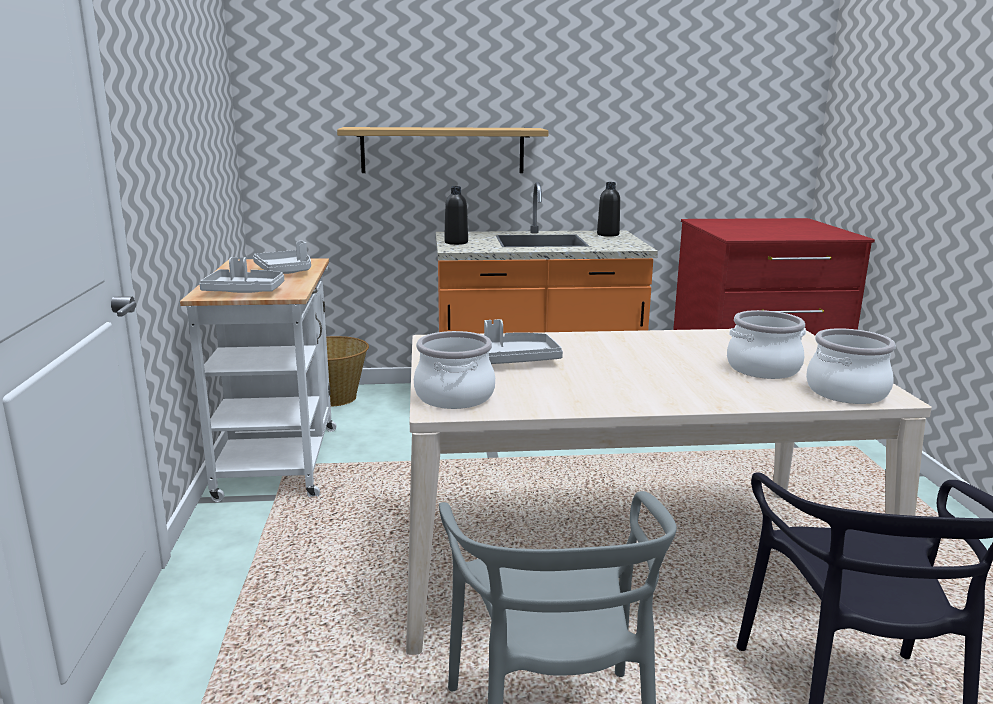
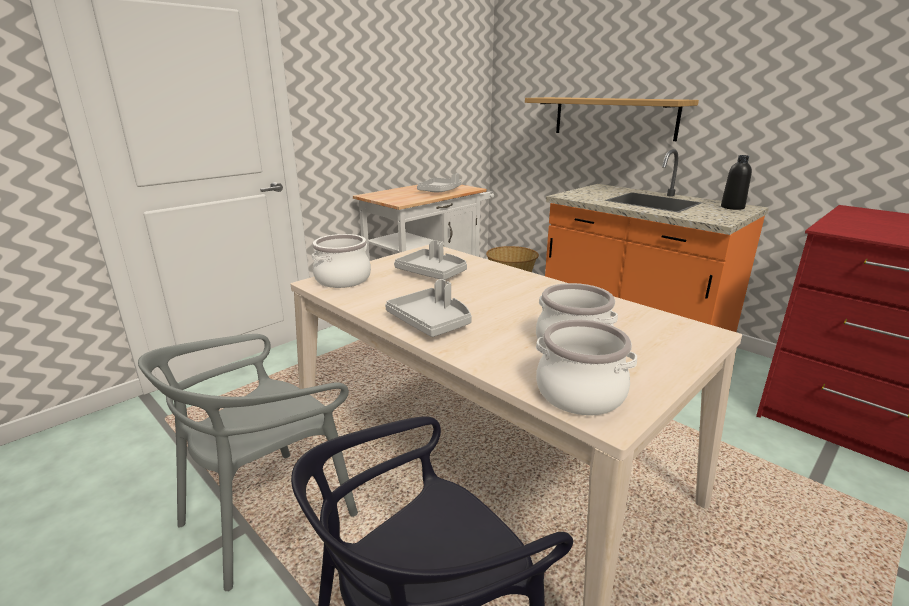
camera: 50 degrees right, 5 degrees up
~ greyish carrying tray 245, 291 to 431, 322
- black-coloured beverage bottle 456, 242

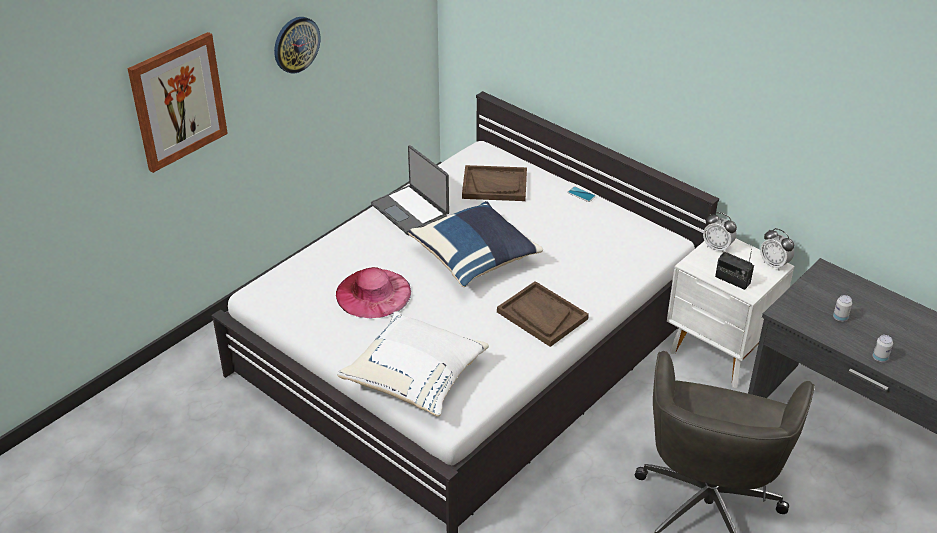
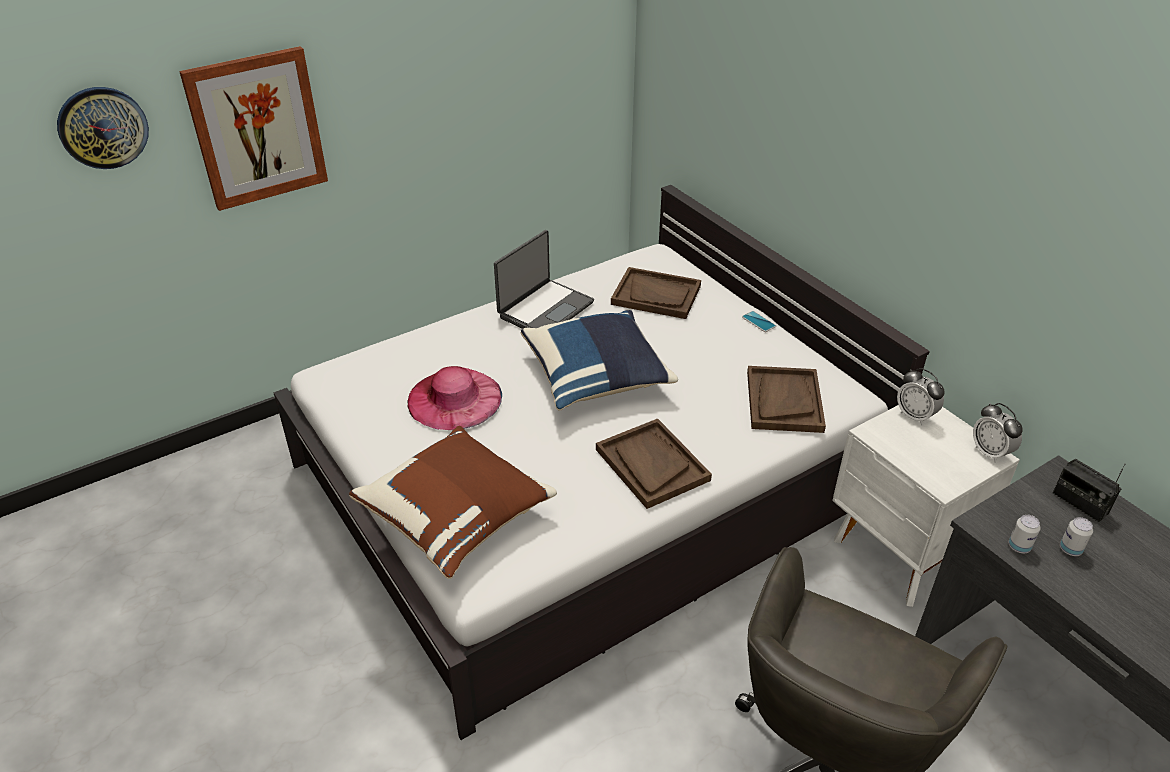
camera: 15 degrees right, 0 degrees up
~ hanging clock 296, 44 to 103, 127
~ white pillow 416, 378 to brown-coloured pillow 457, 517
~ portable computer 411, 210 = 544, 309 120 degrees counterclockwise
+ brown-coloured carrying tray 784, 401
~ metal can 879, 358 to 1019, 547
~ radio set 732, 280 to 1080, 503

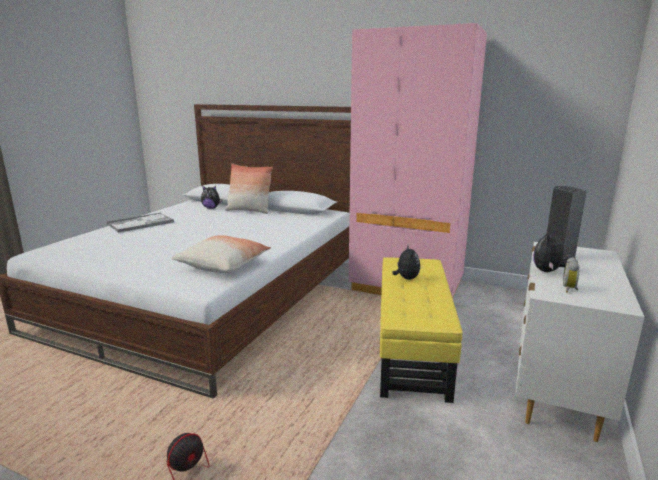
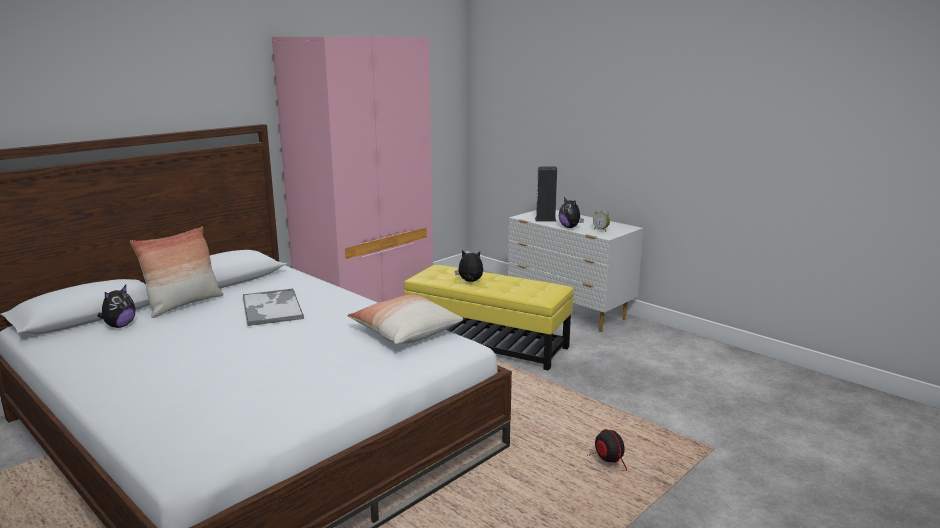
camera: 70 degrees left, 0 degrees up
~ carrying tray 141, 223 to 272, 308

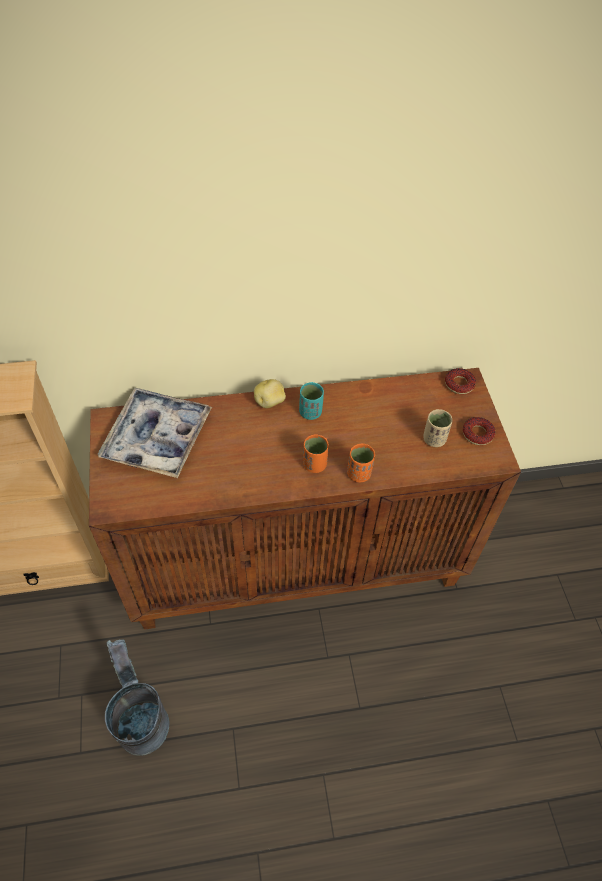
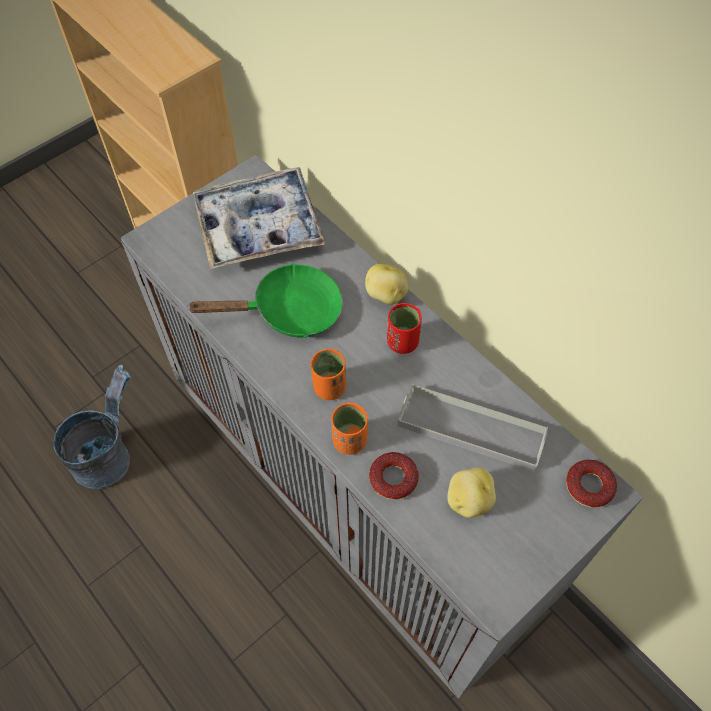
camera: 60 degrees right, 5 degrees up
~ brown-coloured cabinet 297, 562 to greyish cabinet 360, 495
+ green-coloured frying pan 289, 311
~ doughnut 477, 434 to 393, 478
~ blue-green small cup 310, 412 to red-coloured small cup 402, 342
+ greyish carrying tray 471, 429
~ beige small cup 434, 439 to potato 468, 500

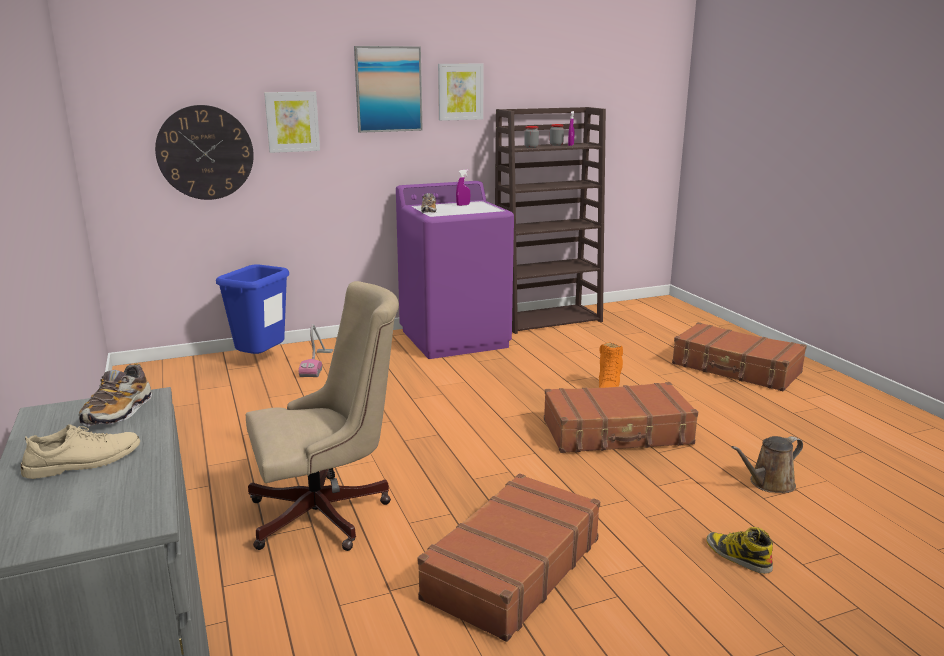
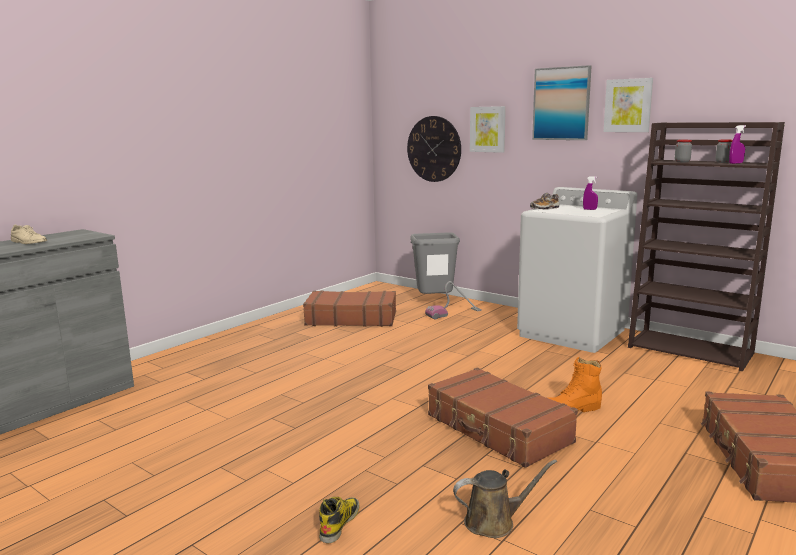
camera: 60 degrees right, 5 degrees down
~ brown-coloured piece of luggage 511, 568 to 351, 318
~ blue-coloured trash can 261, 361 to greyish trash can 434, 301
~ brown-coloured sprinkling can 768, 484 = 494, 522 135 degrees clockwise
~ purple-coloured laundry machine 455, 338 to white laundry machine 573, 333
- item of footwear 119, 412
- beige desk chair 328, 514

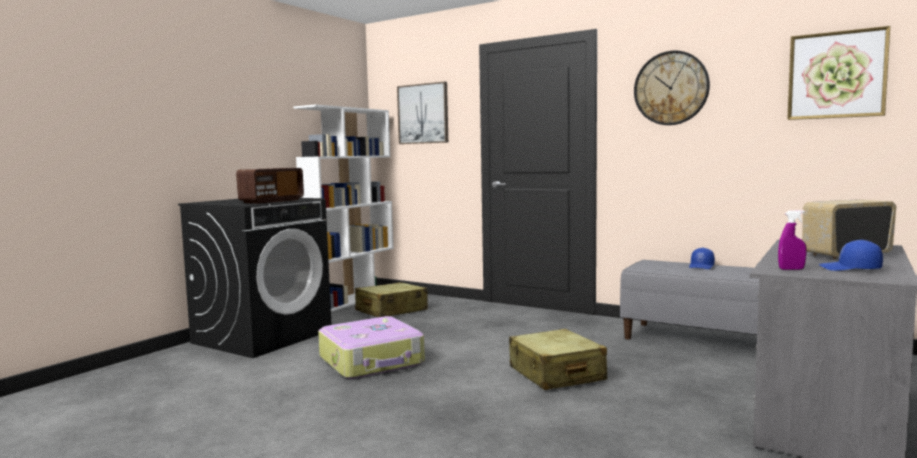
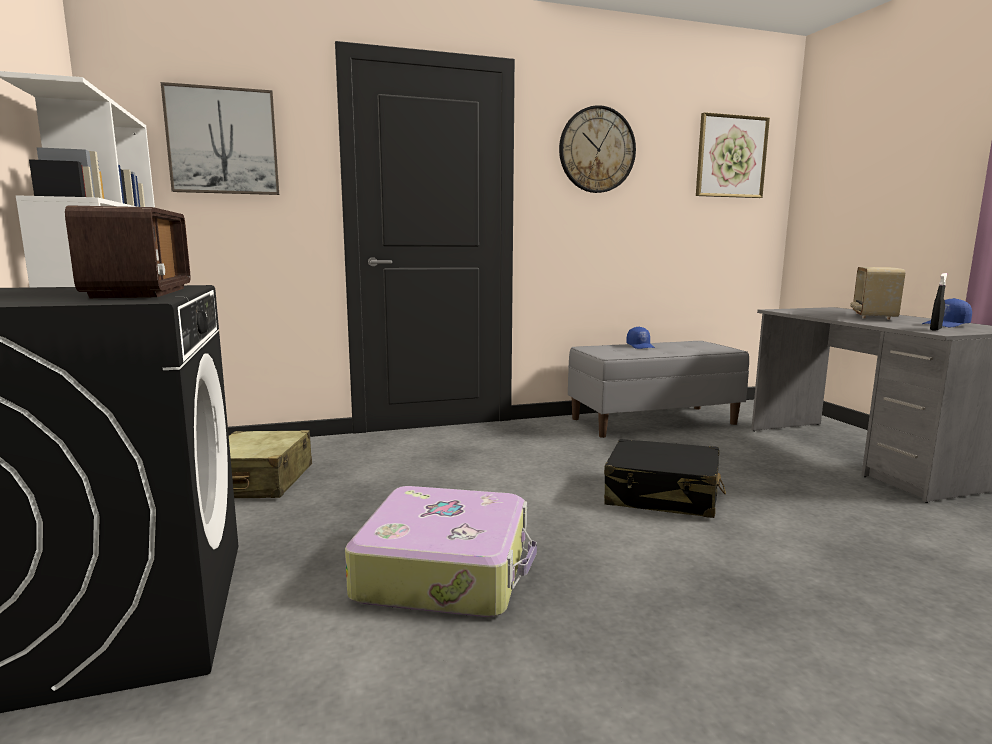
camera: 50 degrees left, 5 degrees up
~ beige piece of luggage 556, 374 to black-coloured piece of luggage 662, 496
~ purple-coloured hand sprayer 791, 269 to black-coloured hand sprayer 935, 329

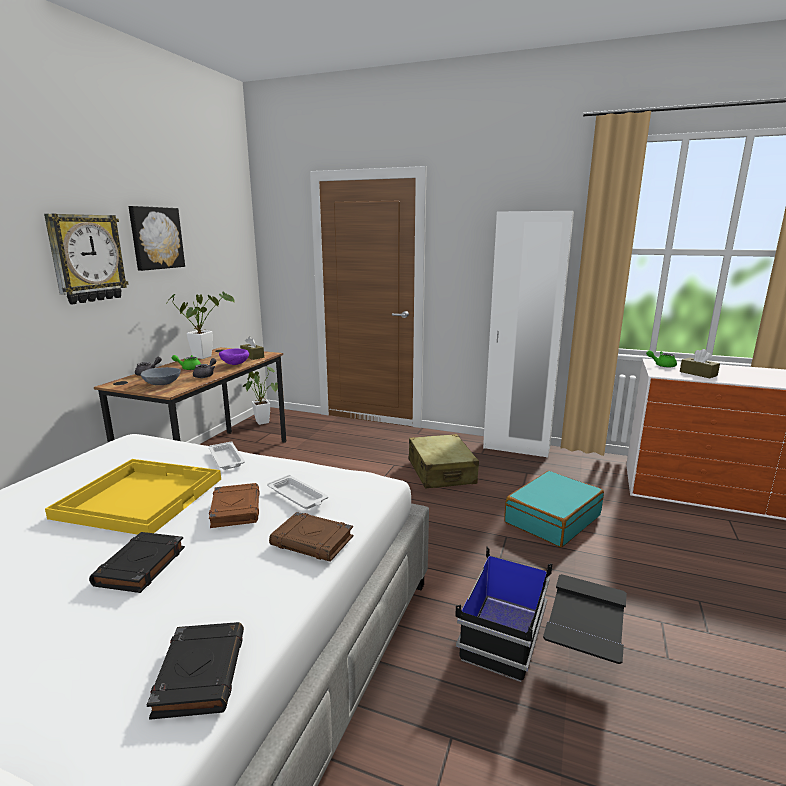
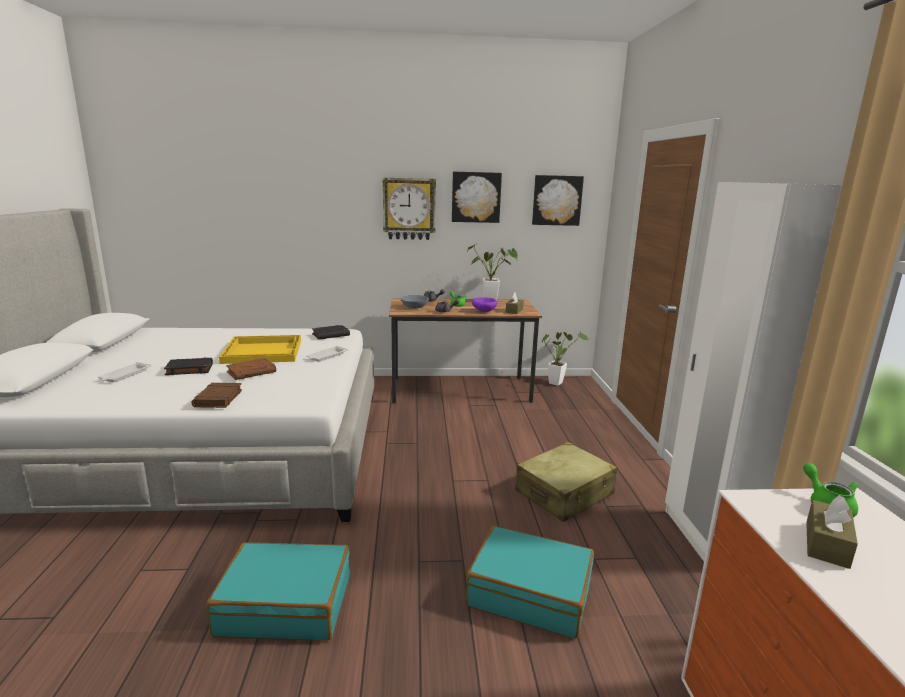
camera: 65 degrees right, 0 degrees up
~ white carrying tray 298, 496 to 125, 375
~ black-coloured storage container 538, 650 to blue-green piece of luggage 285, 604
~ black-coloured volume 200, 672 to 331, 335
+ wall picture 556, 200

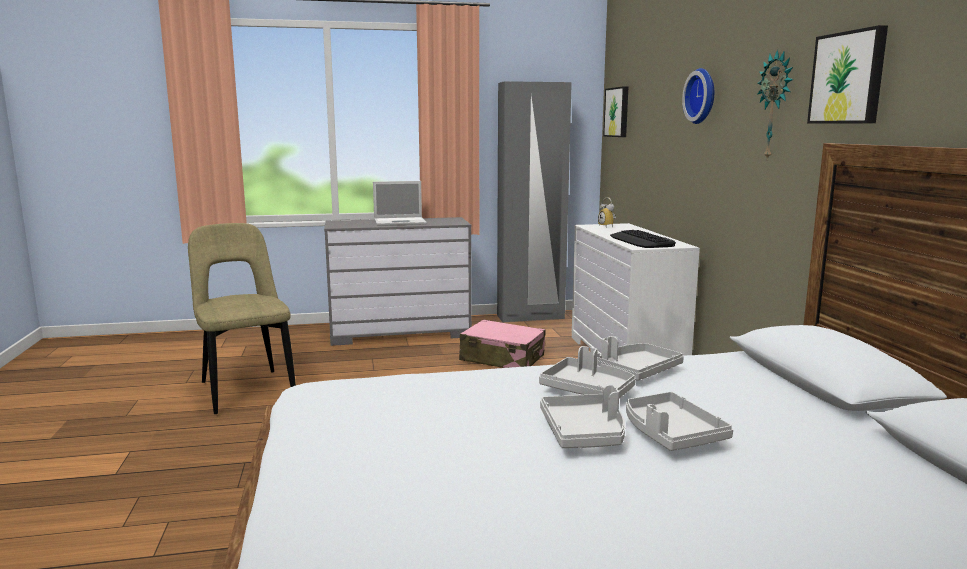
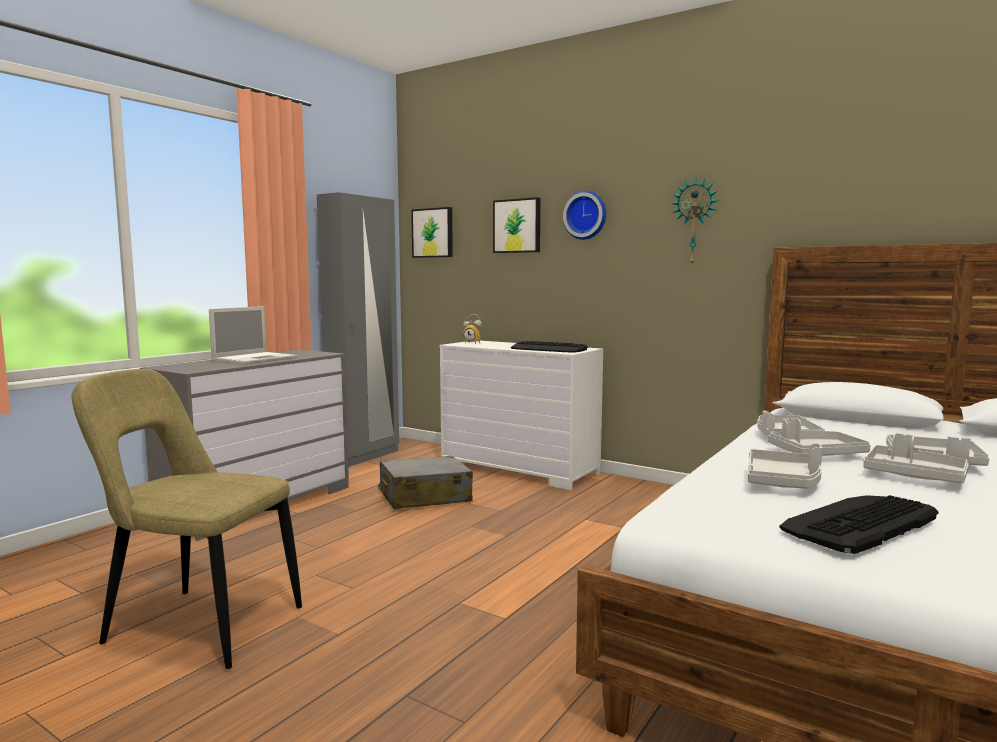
camera: 45 degrees left, 5 degrees down
~ pink piece of luggage 502, 358 to greyish piece of luggage 424, 497
~ wall picture 848, 78 to 517, 226
+ greyish carrying tray 783, 482
+ computer keyboard 859, 523

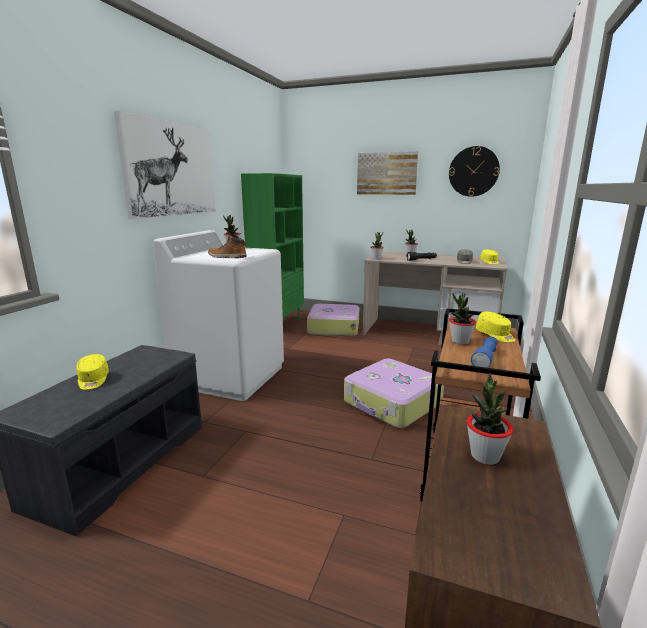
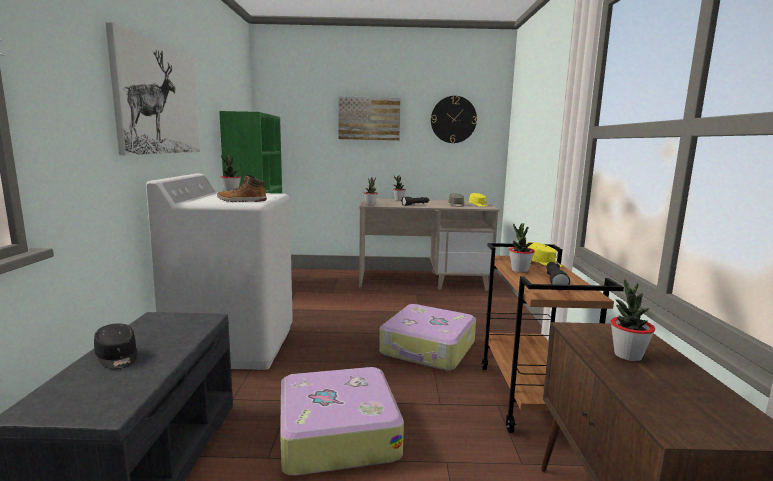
camera: 20 degrees left, 5 degrees down
~ yellowish baseball cap 93, 380 to black-coloured baseball cap 117, 357
~ piece of luggage 333, 327 to 336, 432
~ blue-coloured hand torch 485, 358 to black-coloured hand torch 554, 281

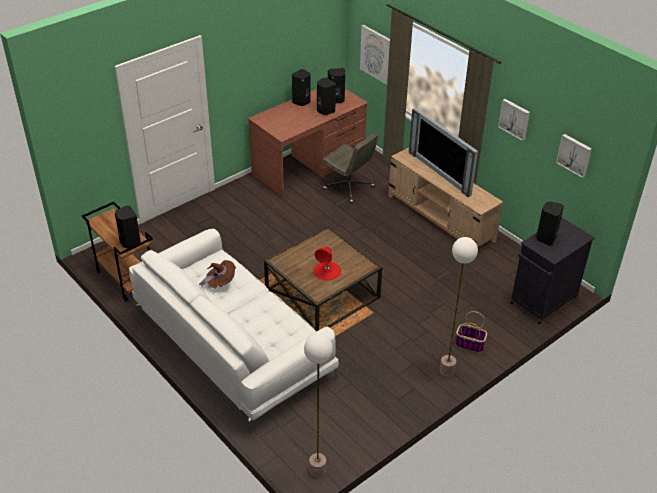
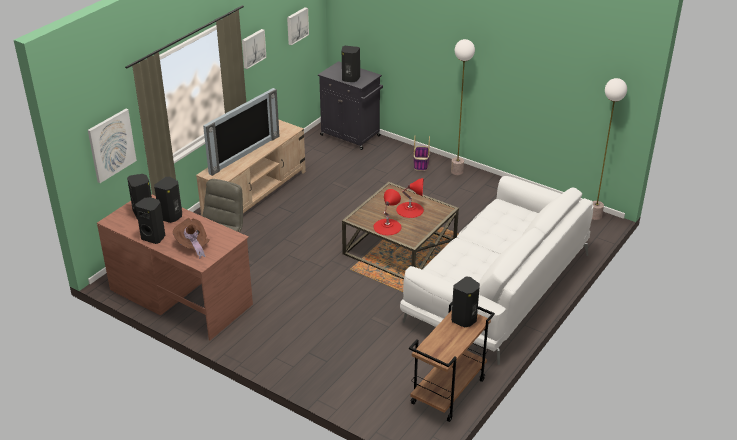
camera: 105 degrees left, 5 degrees down
~ brown-coloured wearable hat 220, 282 to 193, 246
+ red-coloured tabletop lamp 387, 226

